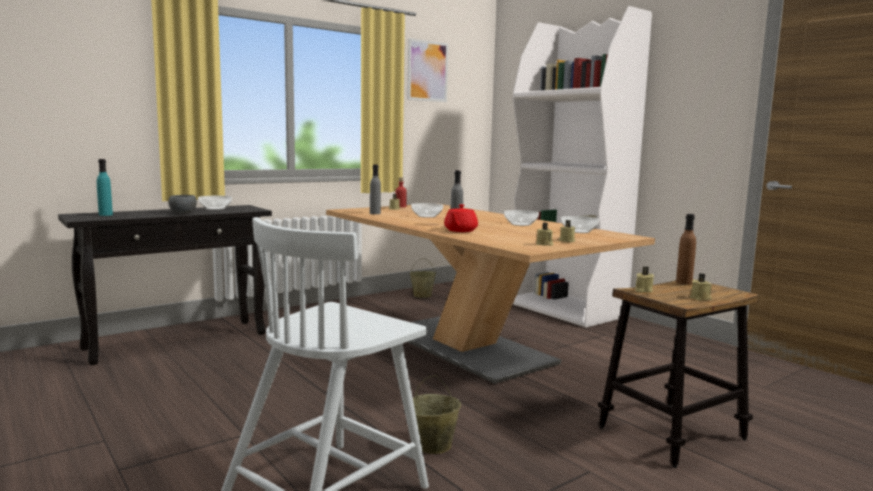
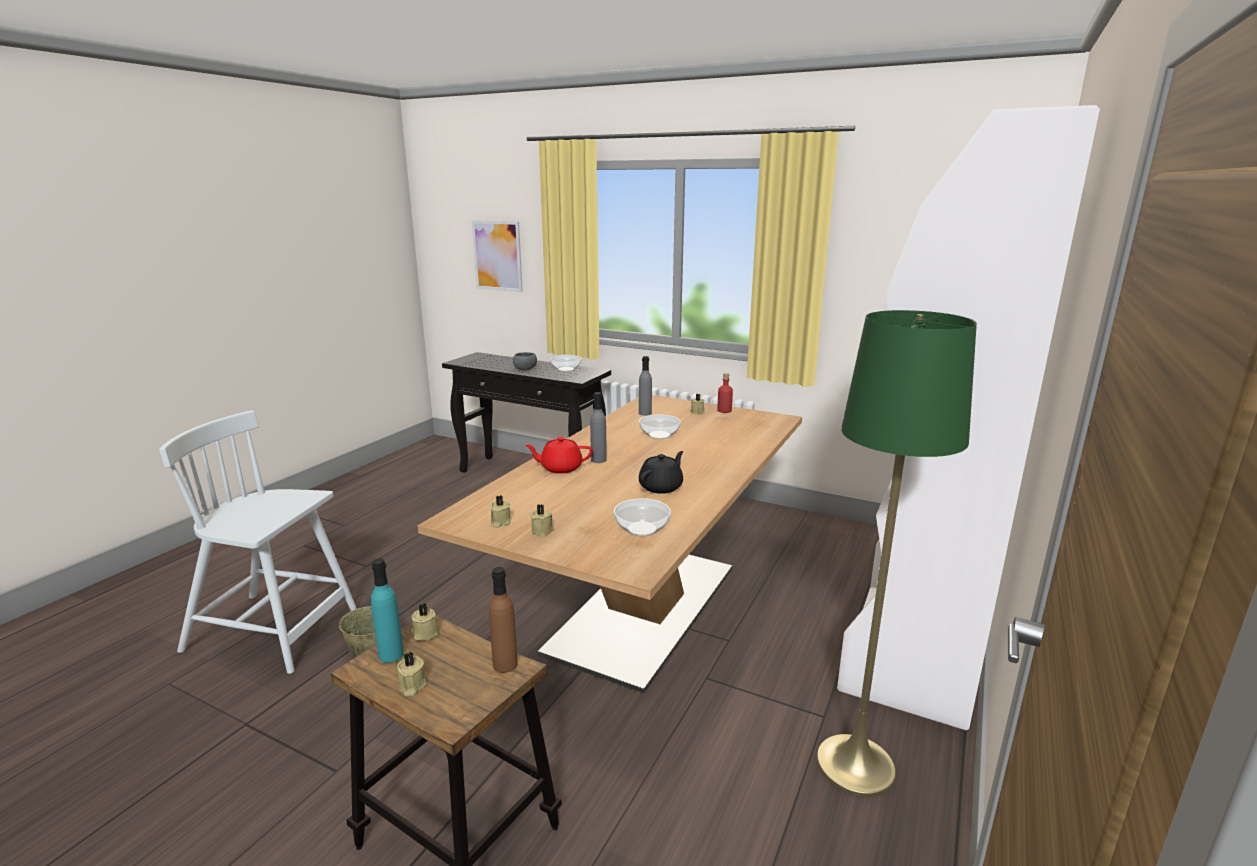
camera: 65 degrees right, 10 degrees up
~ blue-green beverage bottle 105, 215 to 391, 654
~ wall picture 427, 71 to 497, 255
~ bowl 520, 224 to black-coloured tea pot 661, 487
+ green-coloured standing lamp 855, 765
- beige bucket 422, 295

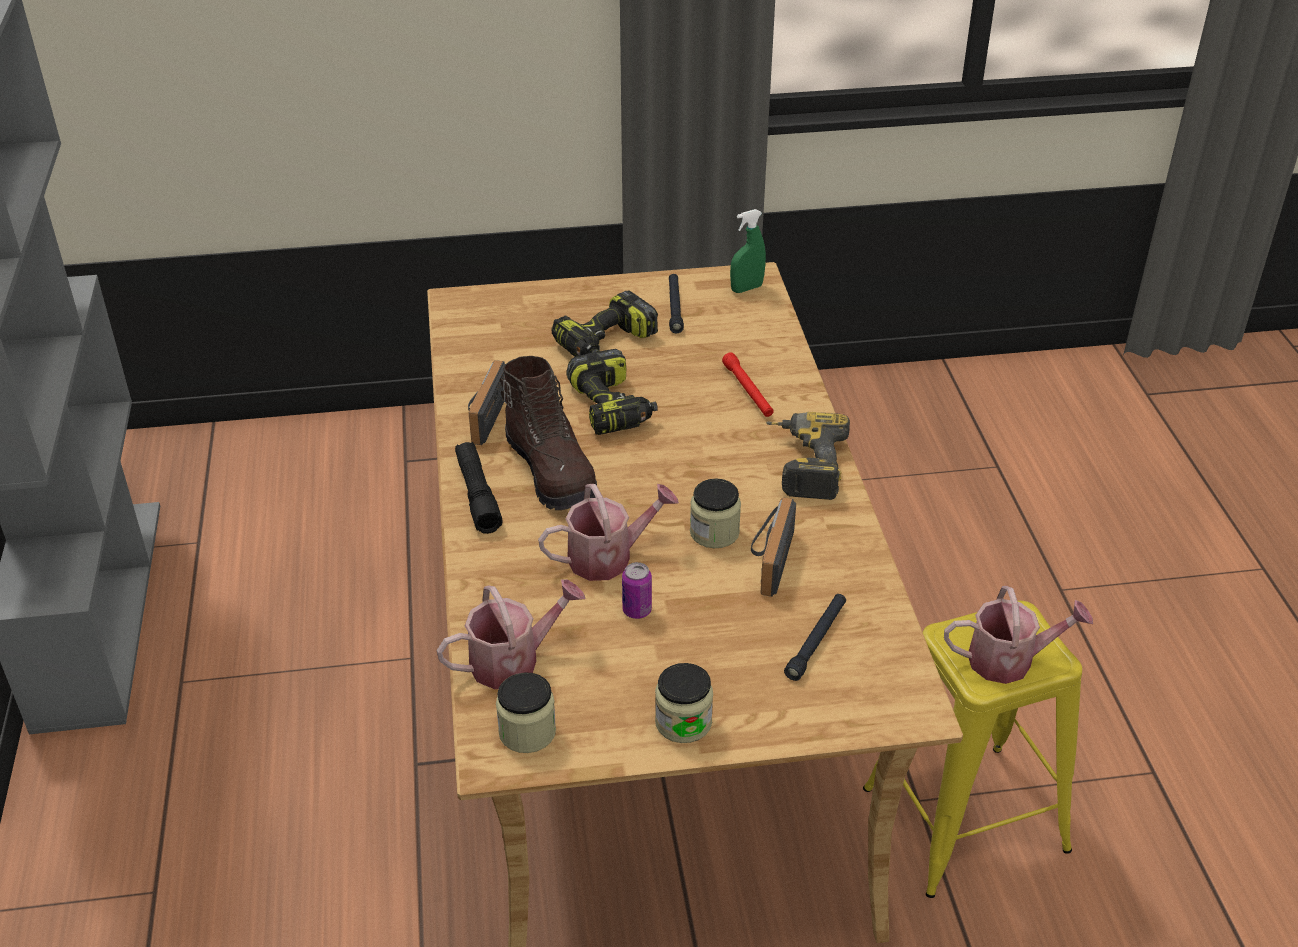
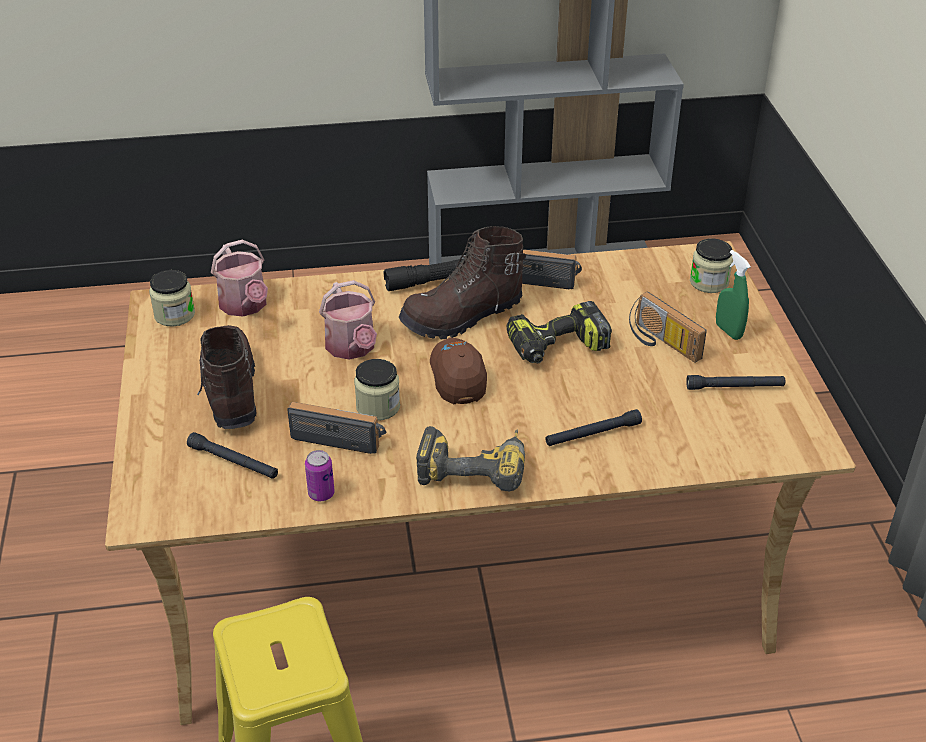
camera: 90 degrees right, 0 degrees up
+ brown-coloured boot 229, 391
~ metal can 637, 610 to 321, 494
+ brown-coloured baseball cap 458, 376
~ red-coloured hand torch 748, 391 to black-coloured hand torch 592, 434
~ power drill 605, 343 to radio set 661, 342
~ jar 683, 722 to 709, 282
~ green-coloured hand sprayer 746, 288 to 728, 331
- sprinkling can 1009, 660

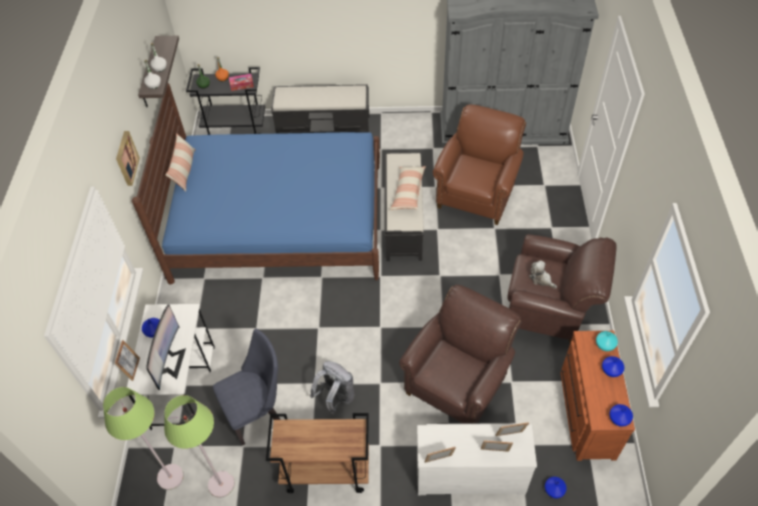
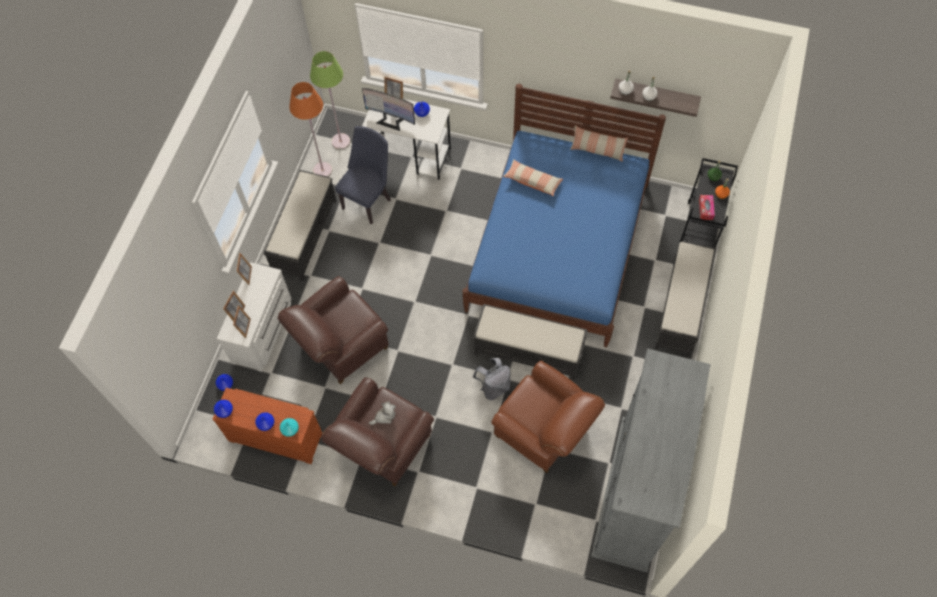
camera: 105 degrees right, 10 degrees up
~ brown-coloured trolley 325, 471 to black-coloured long seat 305, 235
~ brown-coloured lounge chair 458, 381 = 341, 346 90 degrees clockwise
~ green-coloured standing lamp 221, 484 to orange-coloured standing lamp 322, 170
~ blue-coloured chair 258, 413 = 368, 200 135 degrees counterclockwise
~ greyish backpack 336, 398 to 493, 387
~ pillow 408, 192 to 532, 181
- wall picture 125, 158

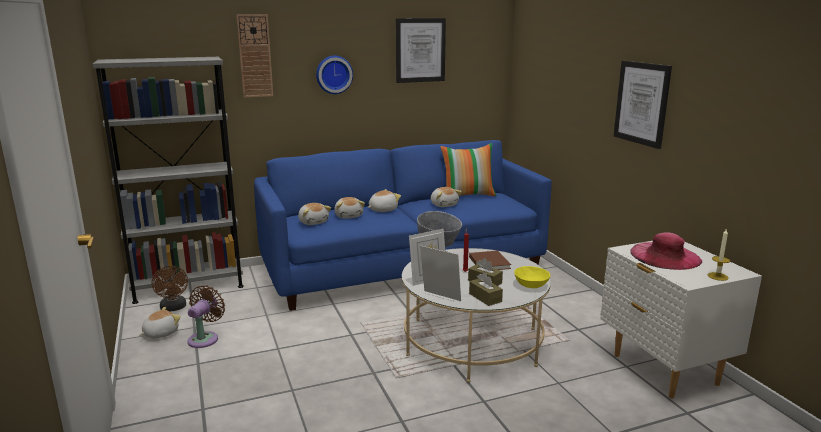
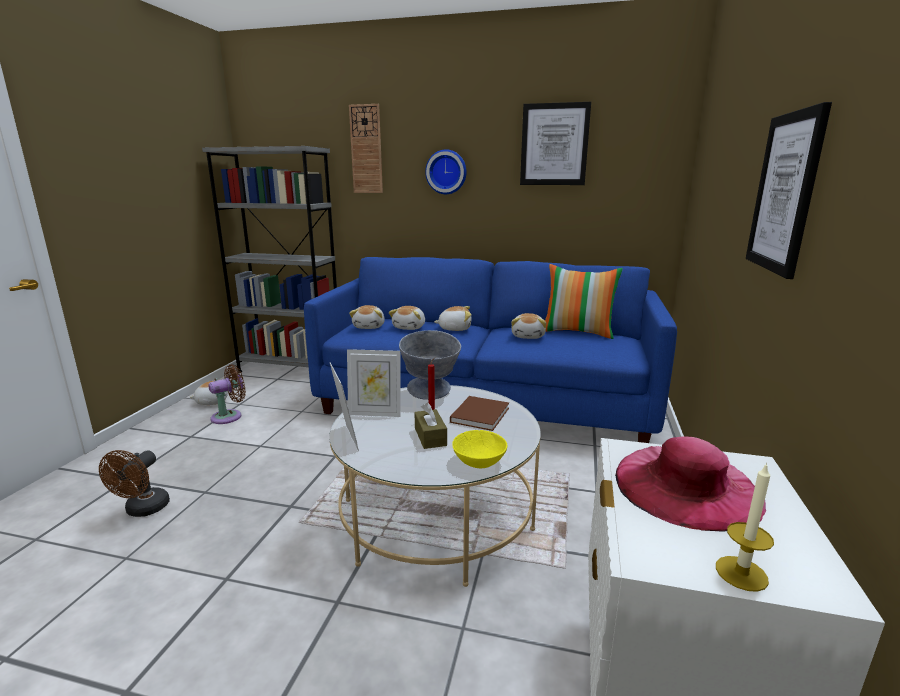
camera: 35 degrees right, 0 degrees up
~ brown-coloured fan 173, 308 to 143, 510
- brown-coloured box of tissues 485, 297

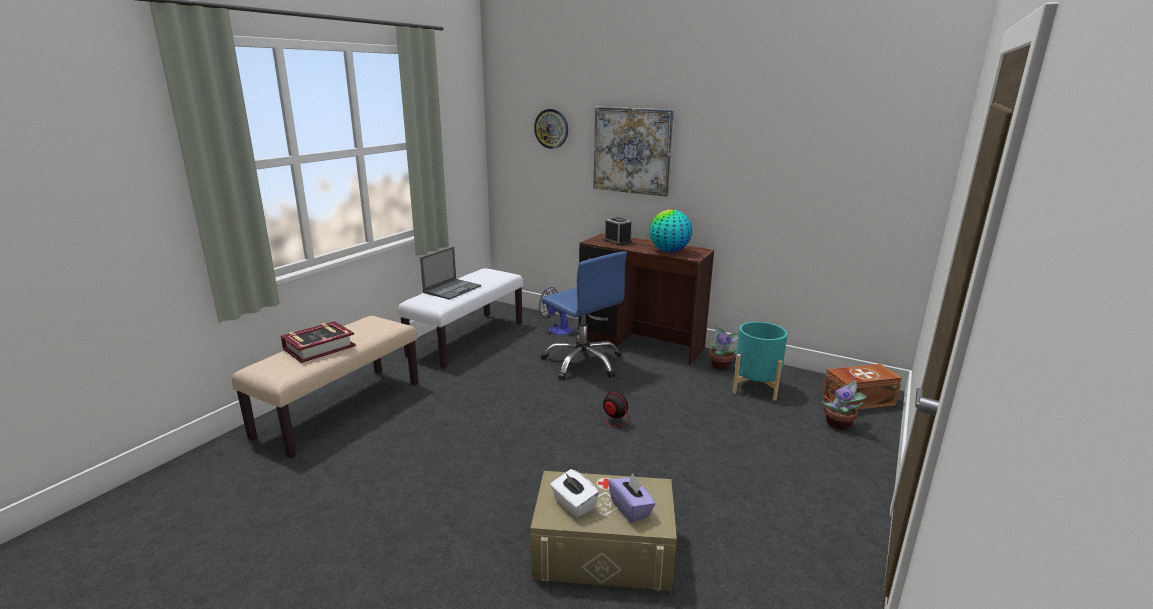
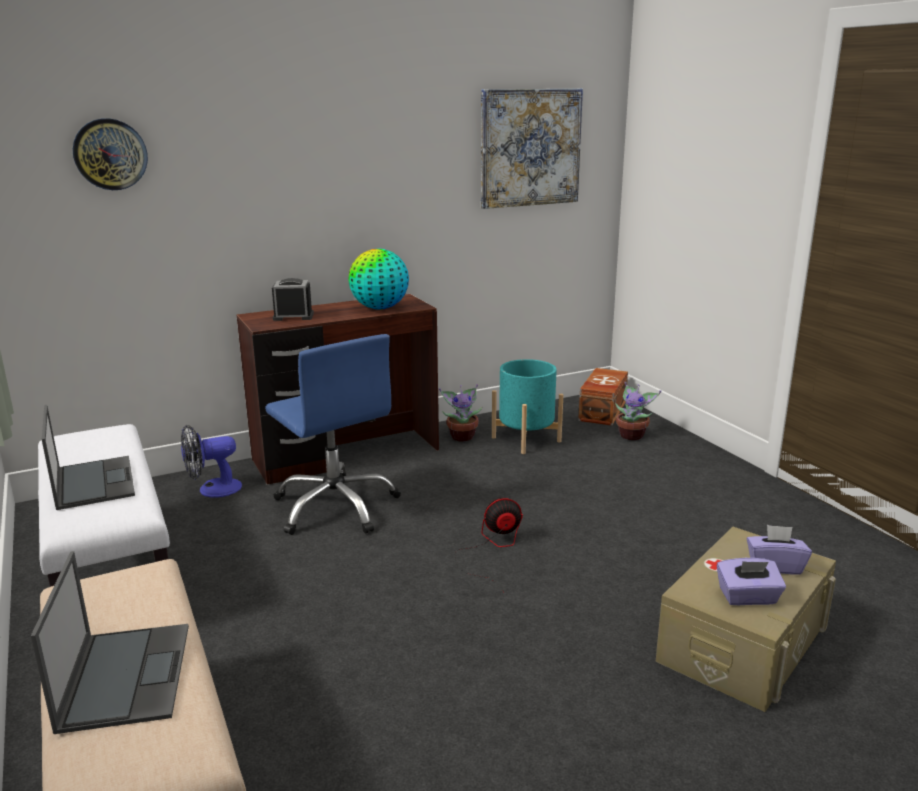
camera: 55 degrees left, 0 degrees up
~ volume 319, 347 to portable computer 126, 675
~ blue-coloured desk chair 583, 362 = 336, 506 60 degrees clockwise
~ wall picture 632, 150 to 530, 148
~ white box of tissues 573, 505 to purple-coloured box of tissues 748, 597

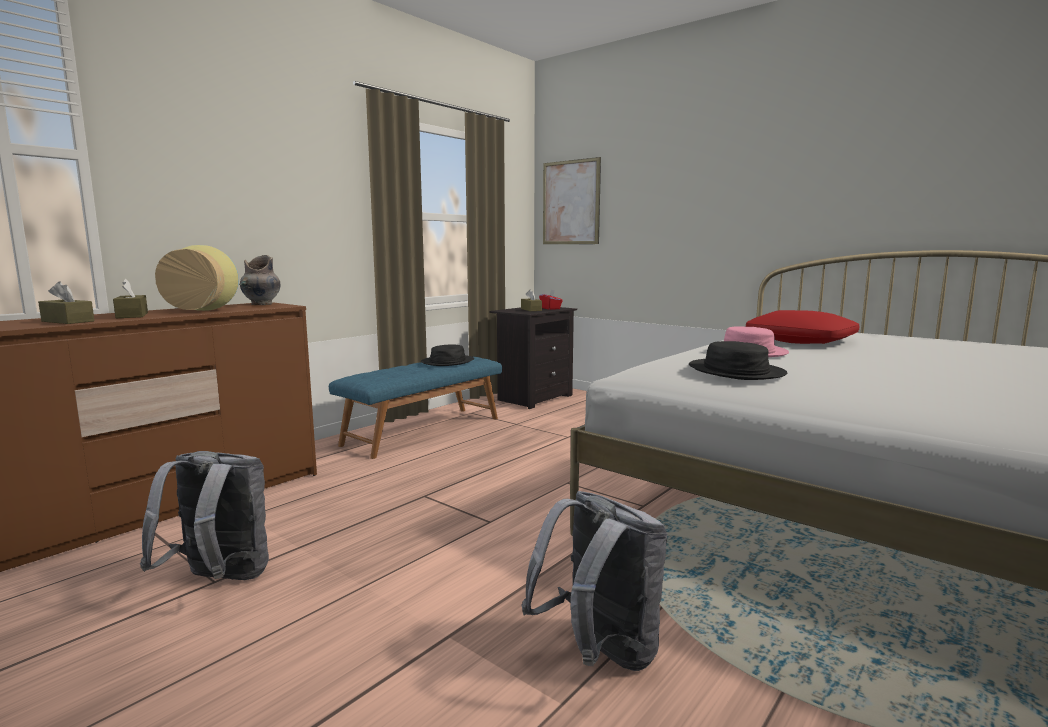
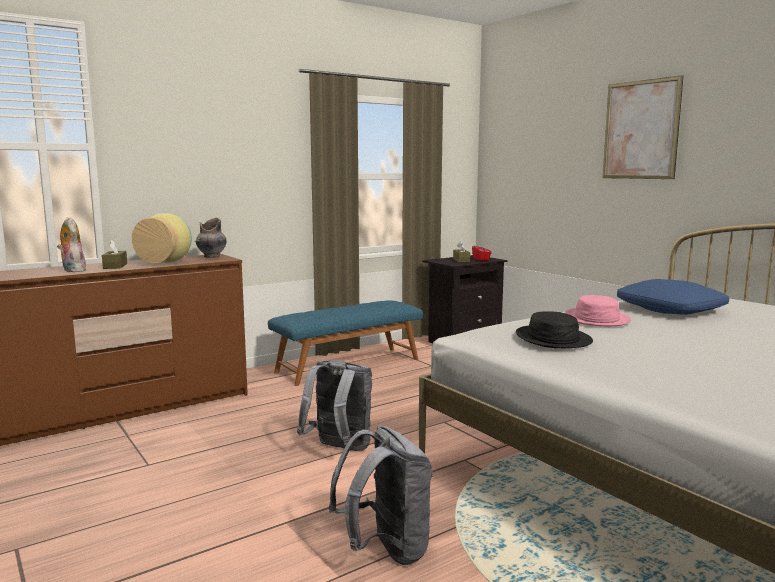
camera: 15 degrees right, 0 degrees up
~ brown-coloured box of tissues 68, 321 to plush toy 72, 270
~ greyish backpack 219, 581 to 339, 449
~ wall picture 570, 202 to 640, 130
~ red-coloured pillow 801, 340 to blue-coloured pillow 670, 309
- black-coloured wearable hat 447, 361

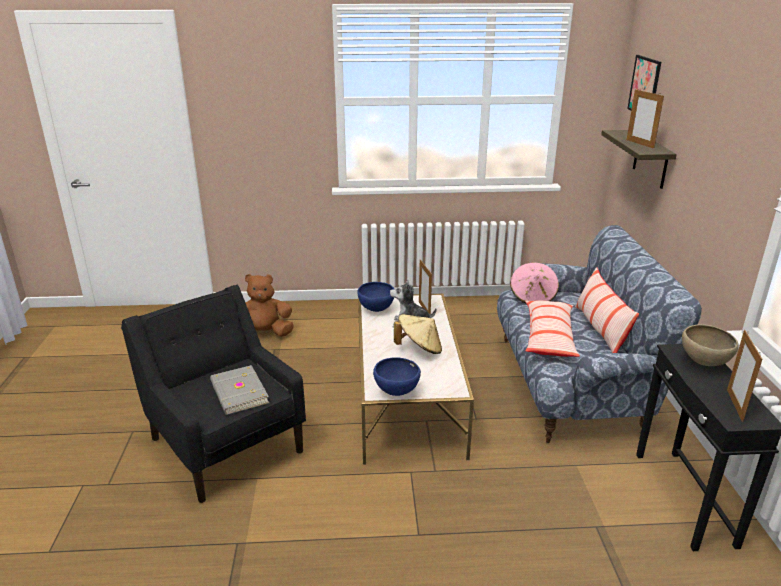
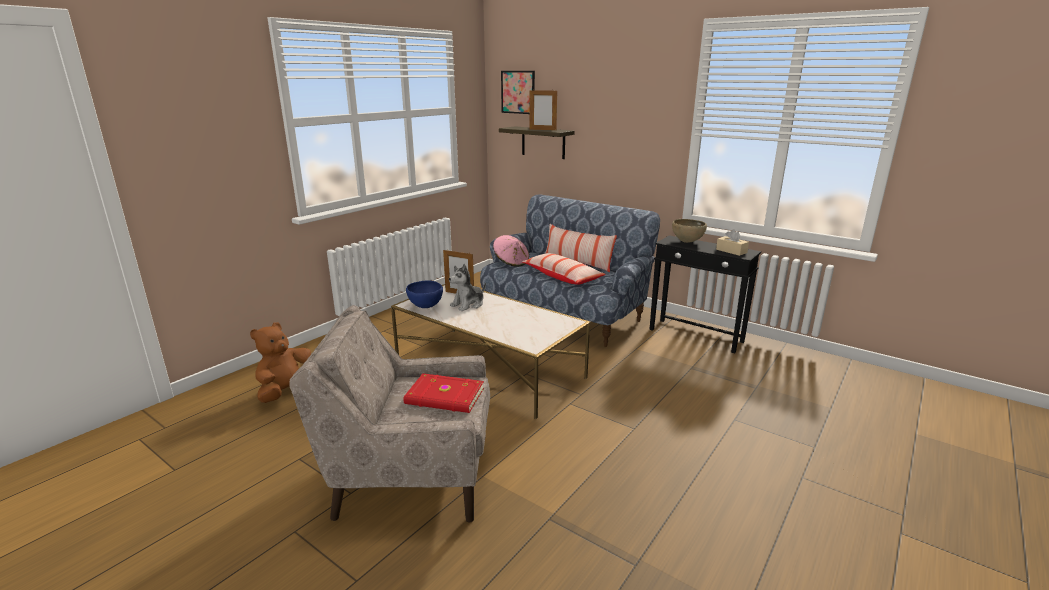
camera: 50 degrees left, 5 degrees down
~ black-coloured lounge chair 226, 443 to beige lounge chair 412, 475
~ greyish volume 238, 393 to red-coloured volume 444, 397
~ standing frame 734, 405 to beige box of tissues 731, 251
- blue-coloured bowl 396, 392
- beige wearable hat 419, 348

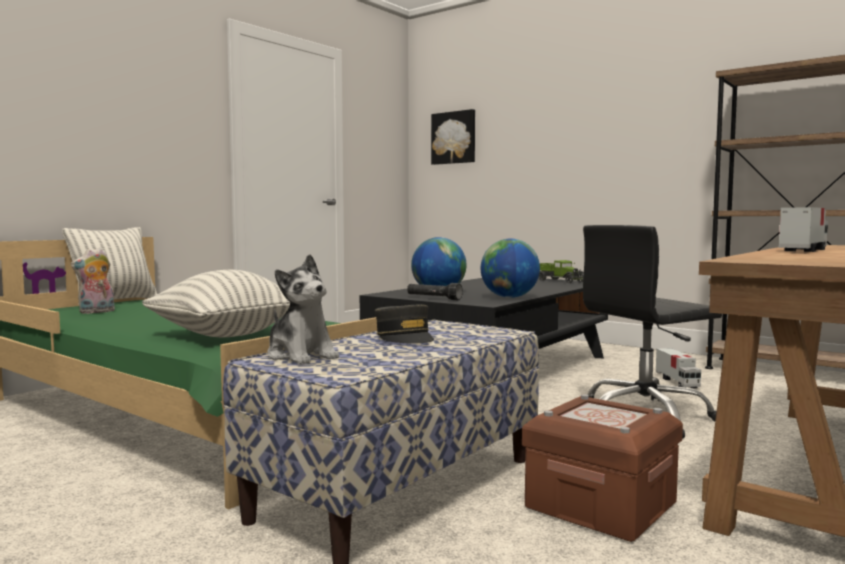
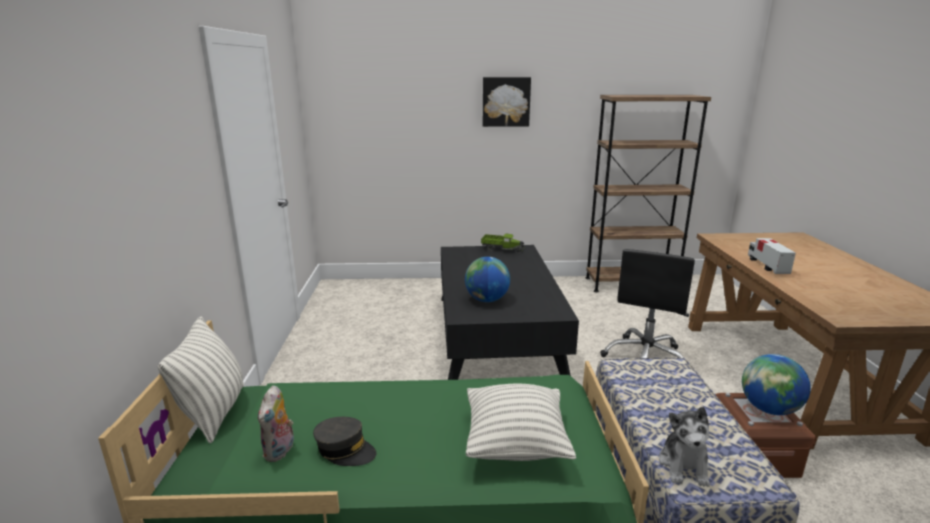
camera: 40 degrees left, 15 degrees up
~ greyish baseball cap 405, 337 to 345, 450
~ wall picture 454, 138 to 506, 102
~ plush toy 301, 355 = 684, 465 90 degrees clockwise
~ globe 509, 297 to 769, 409
- black-coloured hand torch 433, 298
- model truck 677, 382

